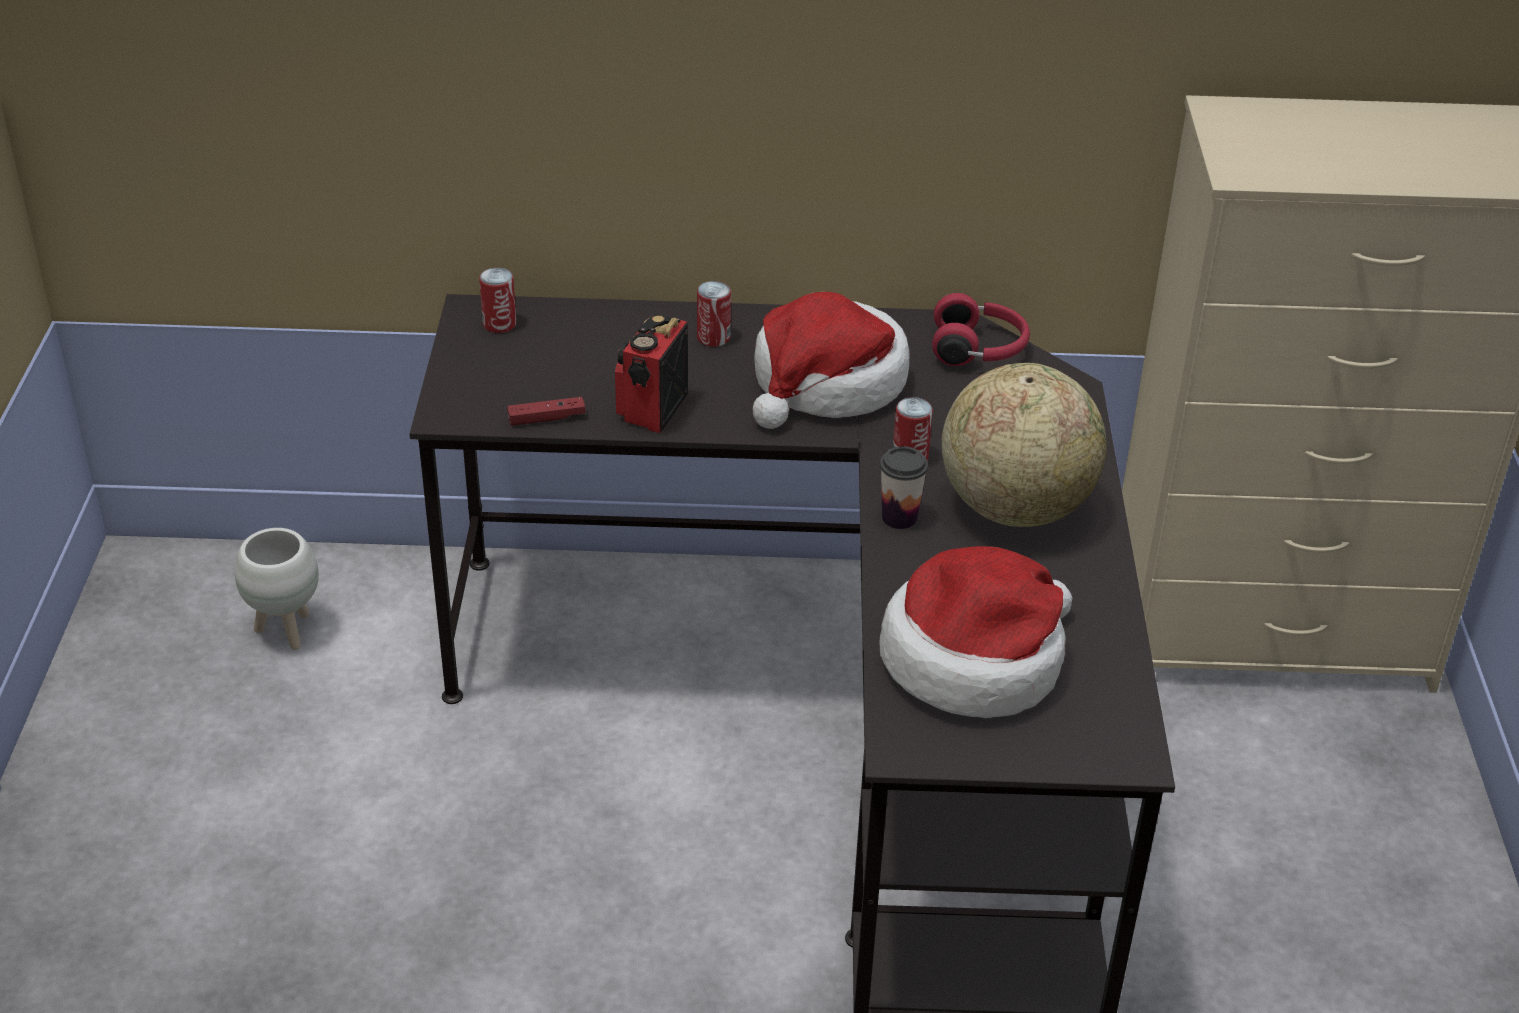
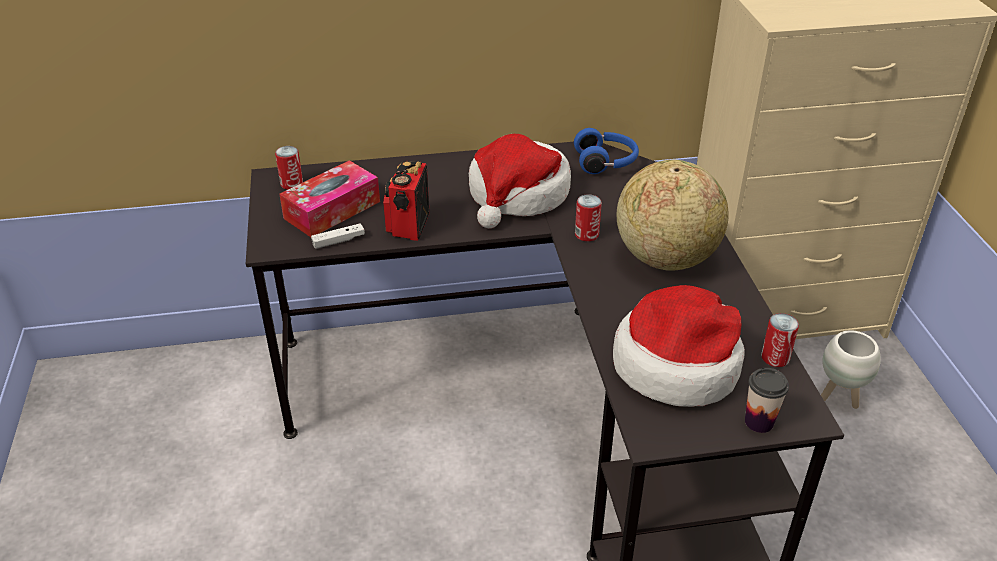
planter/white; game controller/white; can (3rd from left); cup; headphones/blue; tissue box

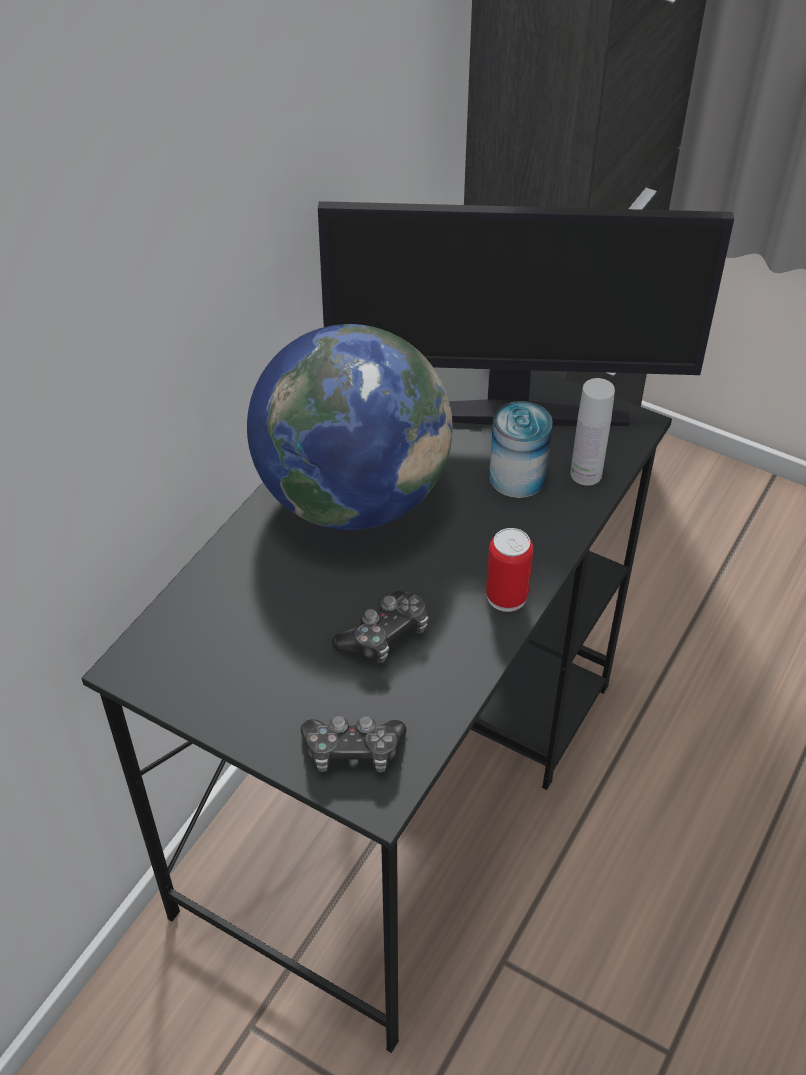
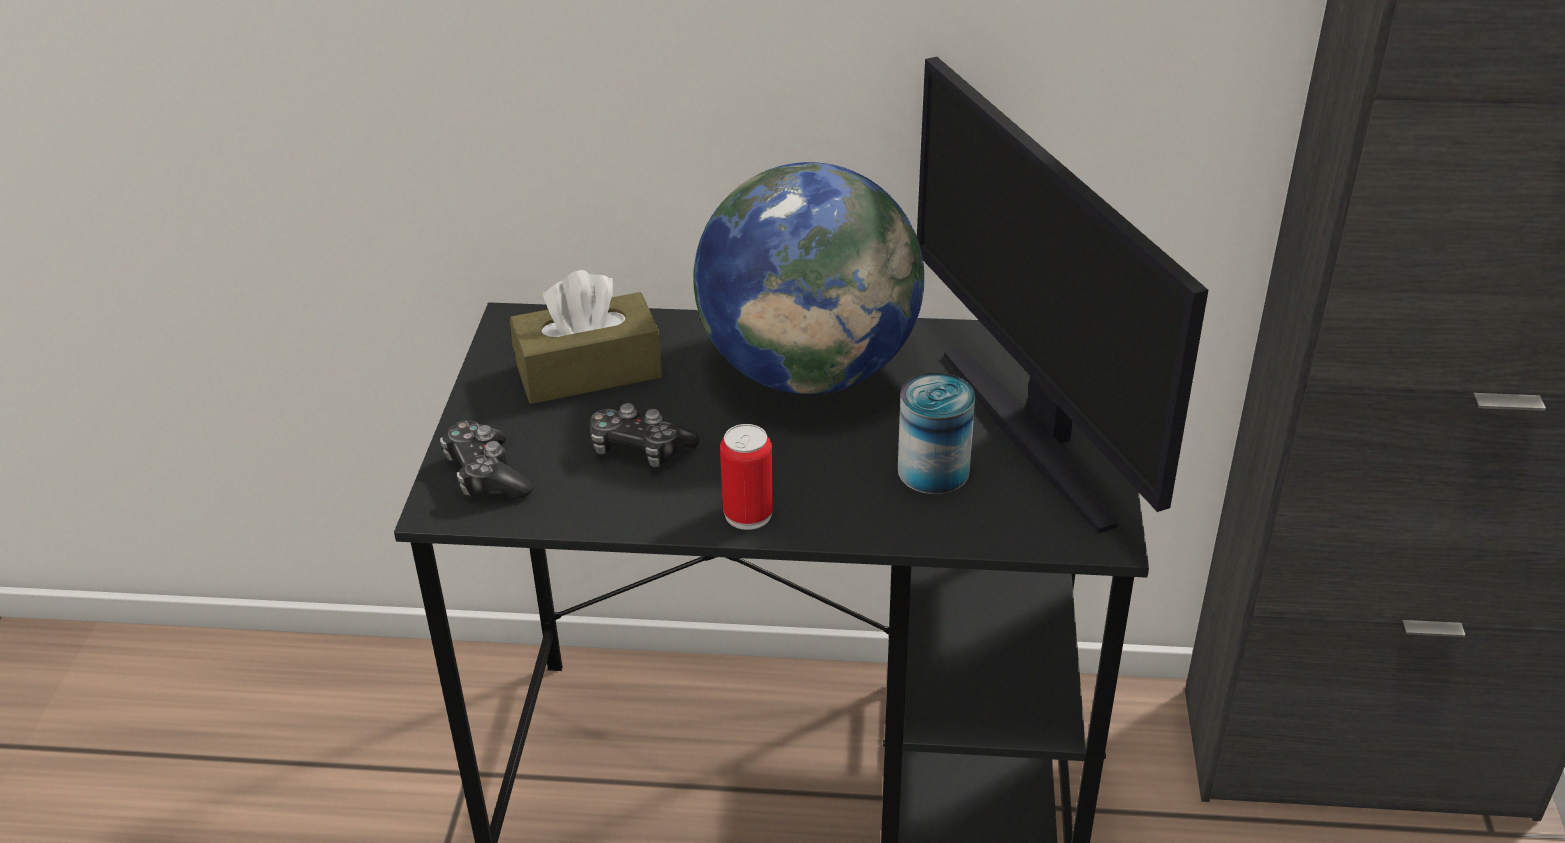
bottle/white; tissue box/brown

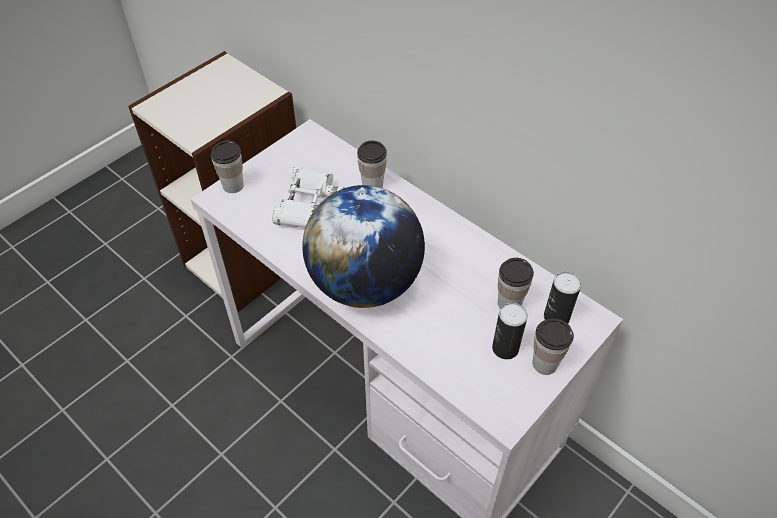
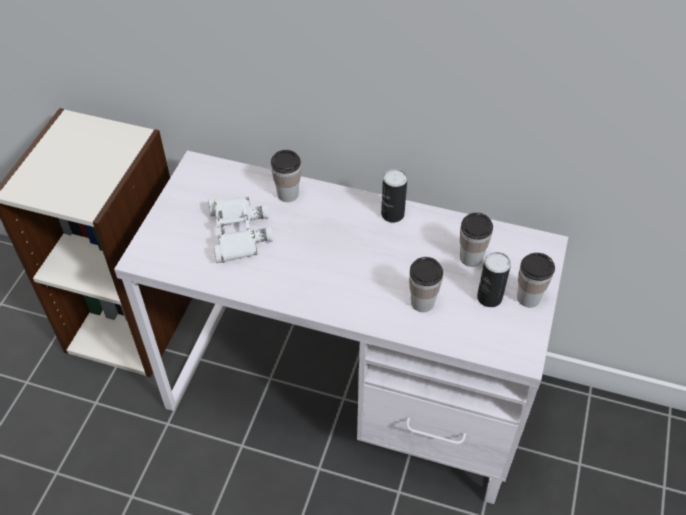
cup (2nd from left); globe; can (1st from left)

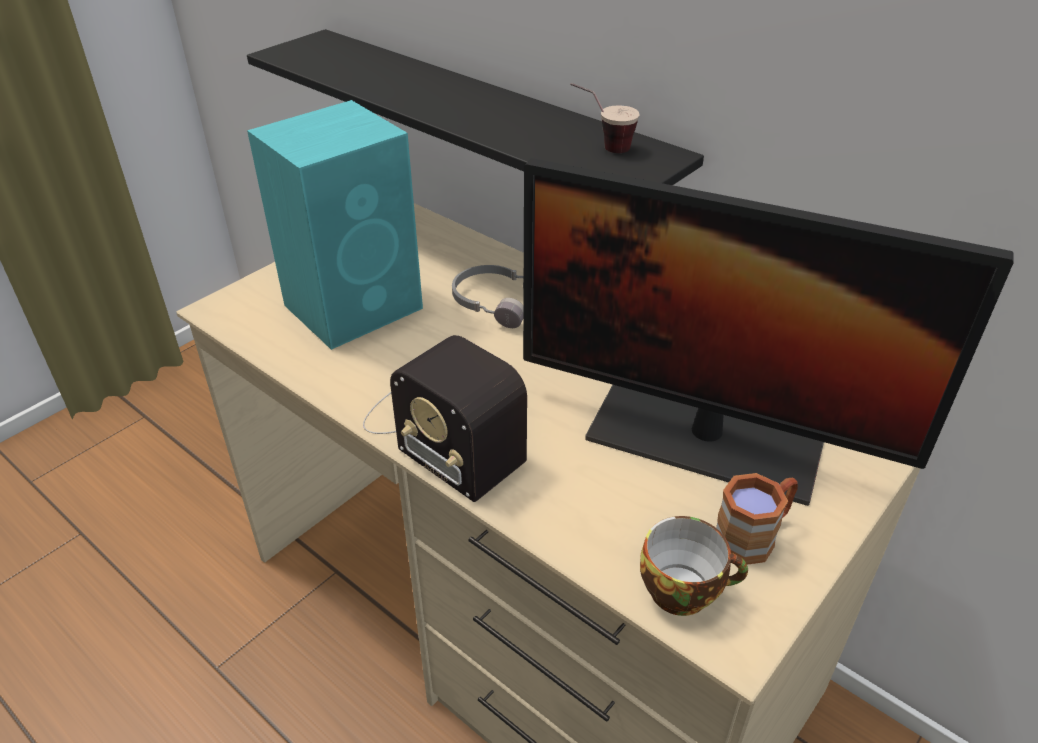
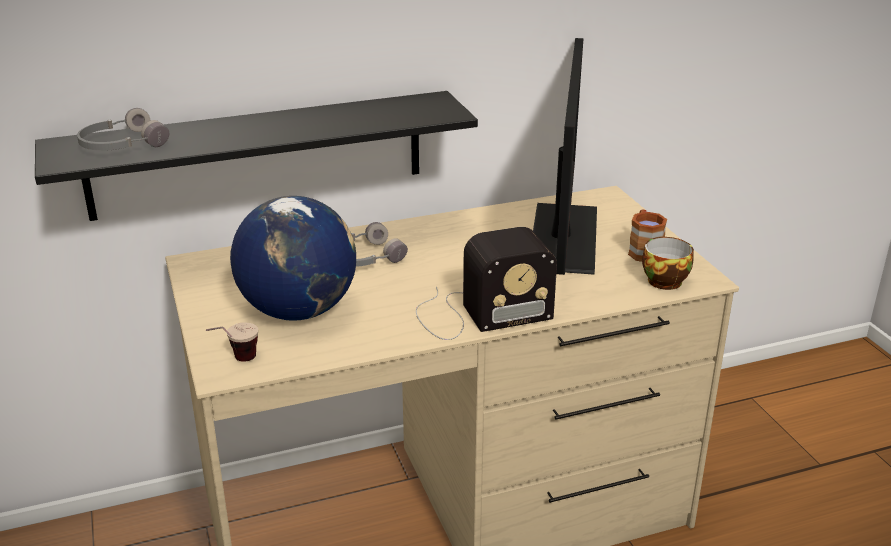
globe; monitor; cup (1st from left); headphones/grey (1st from left)

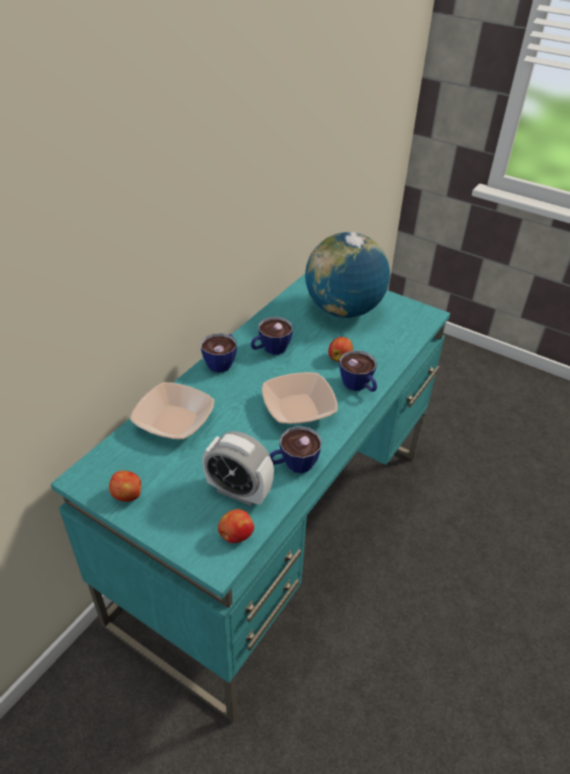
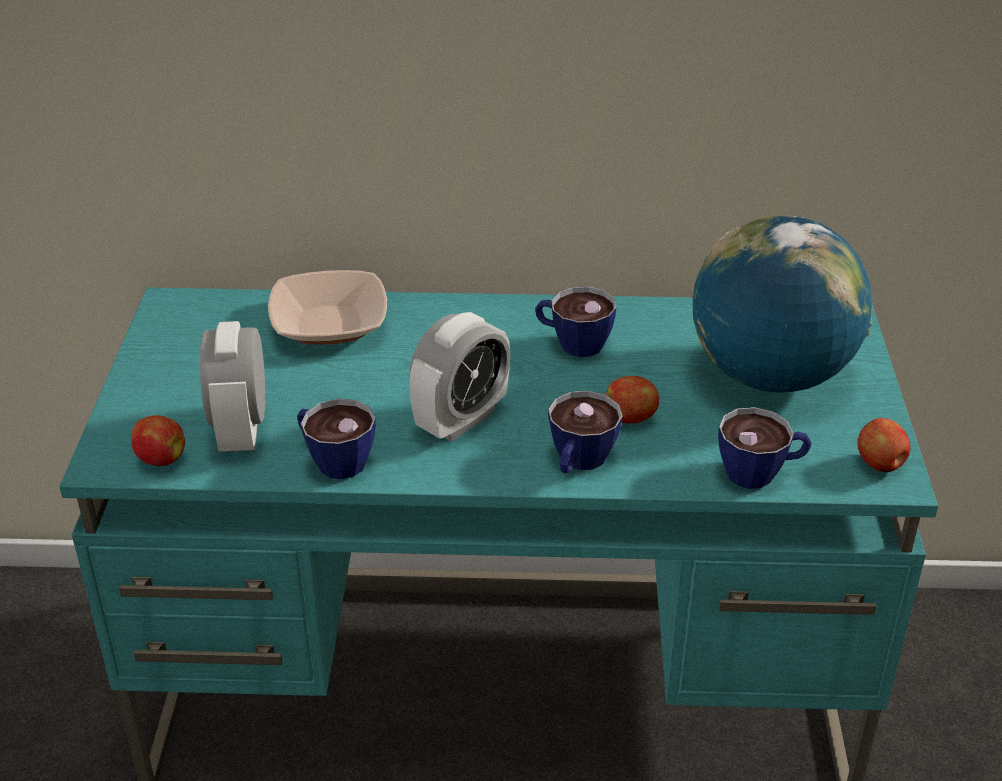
apple (3rd from left); cup (4th from left); alarm clock (2nd from left)

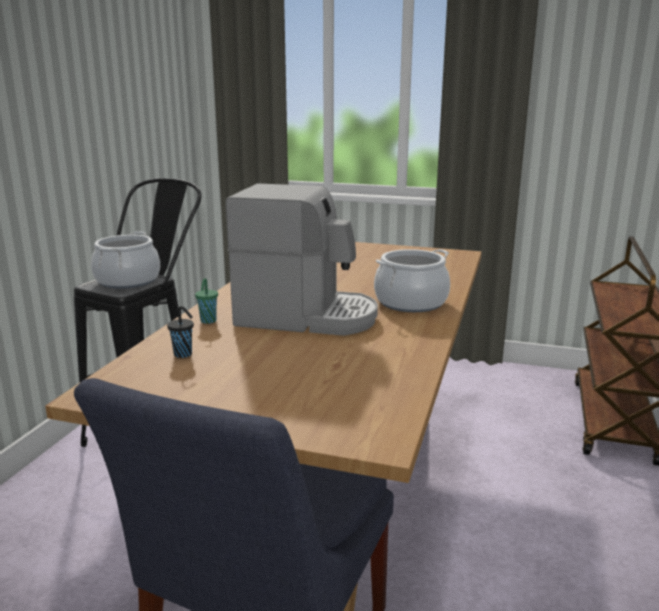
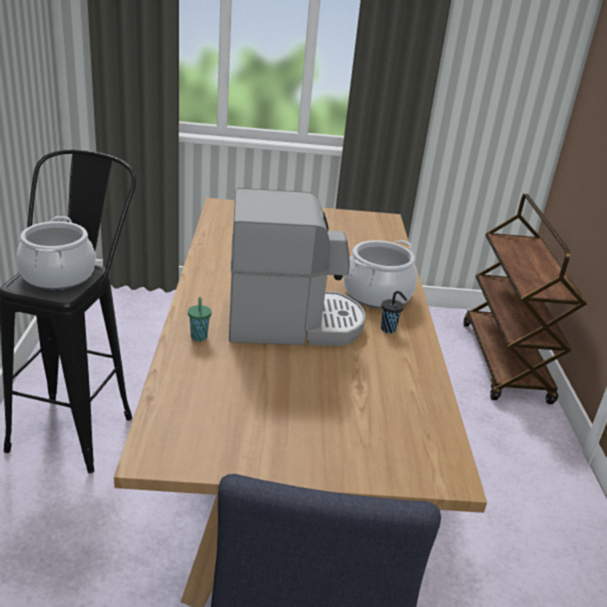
cup/black

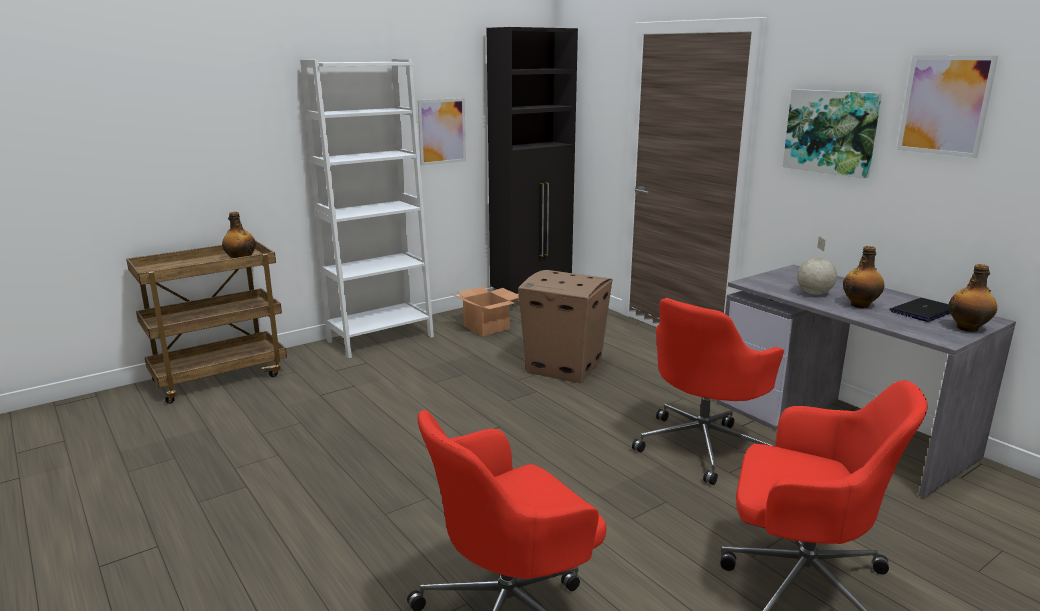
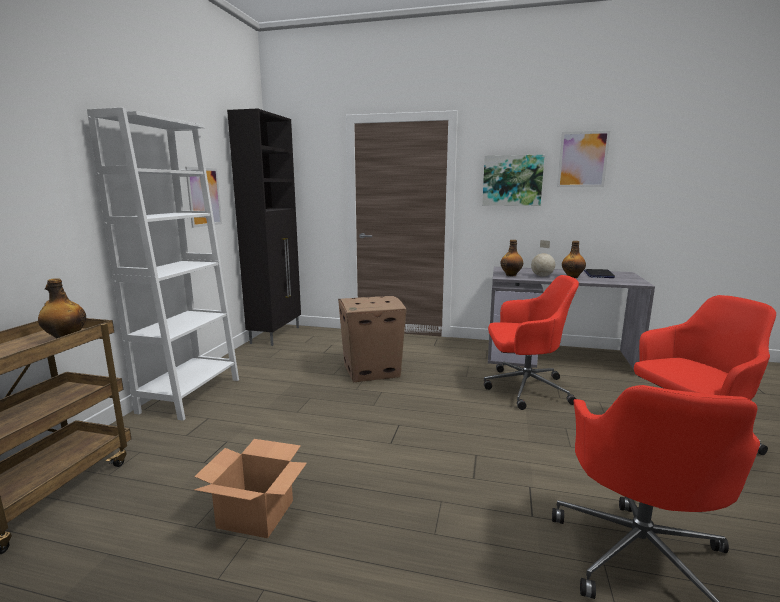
cardboard box (1st from left); office chair/red (1st from left); bottle (2nd from left)

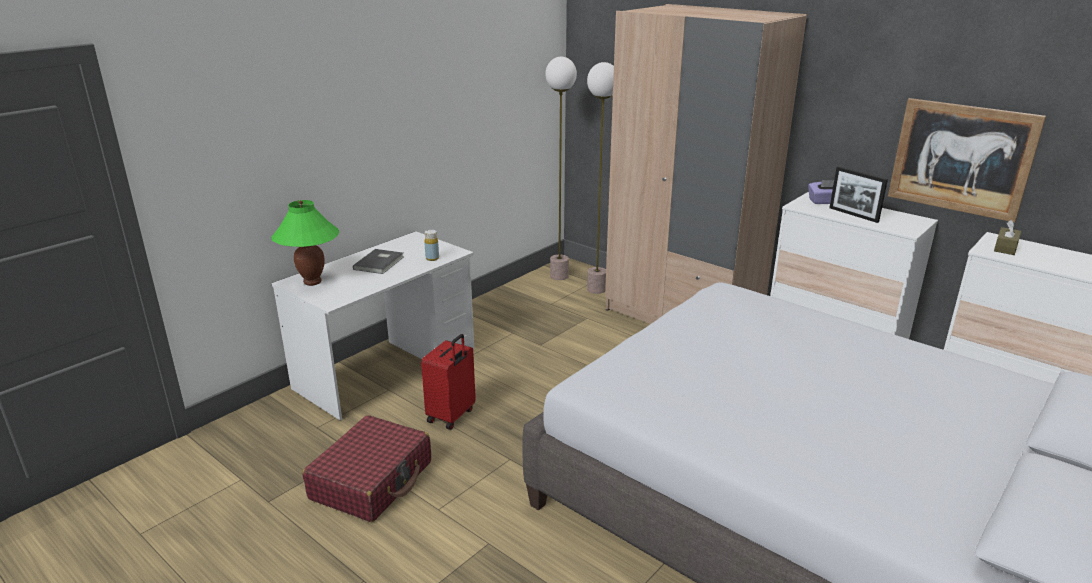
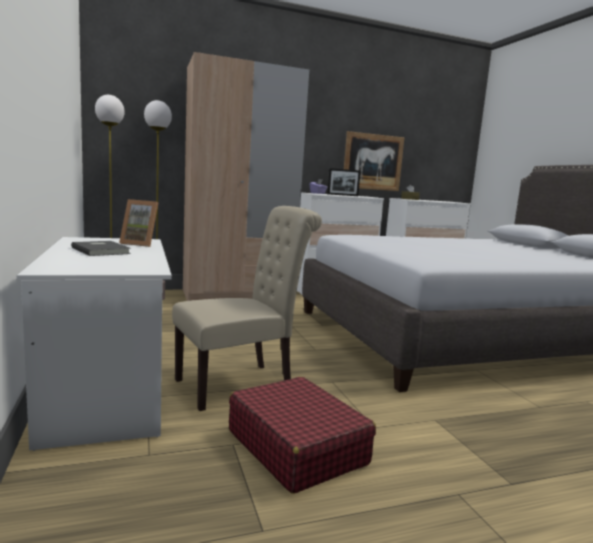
table lamp/green; chair/beige; picture frame (1st from left)

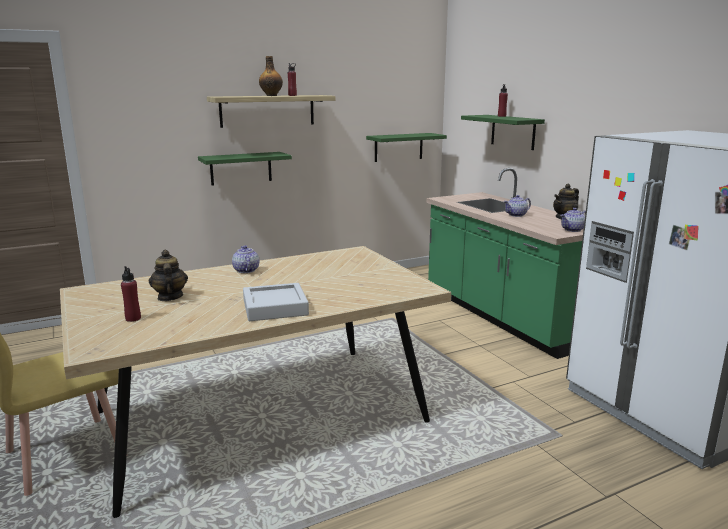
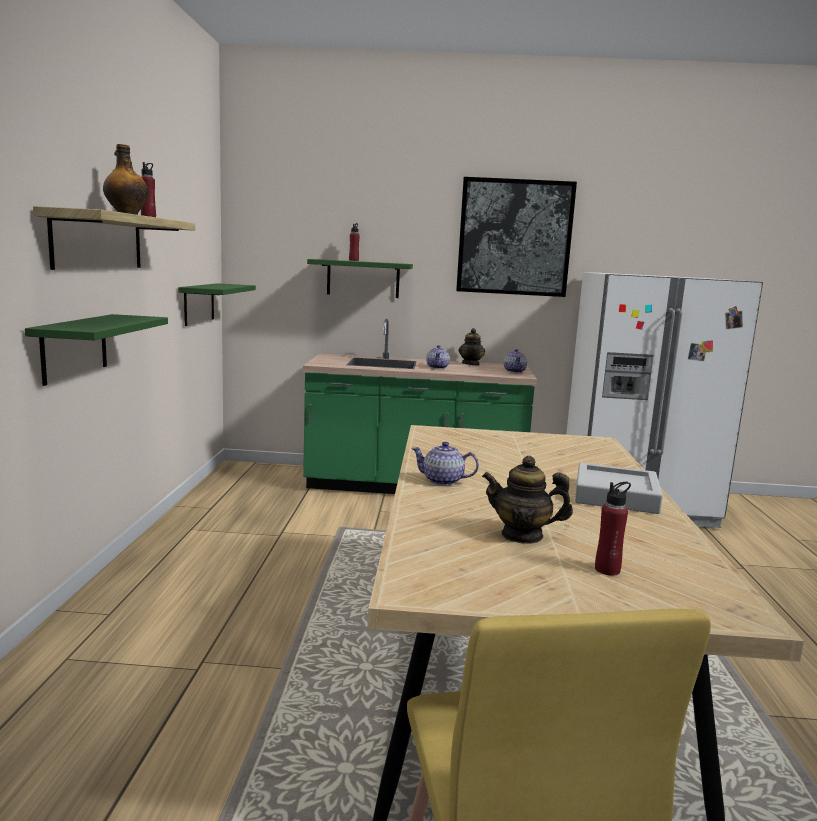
picture

